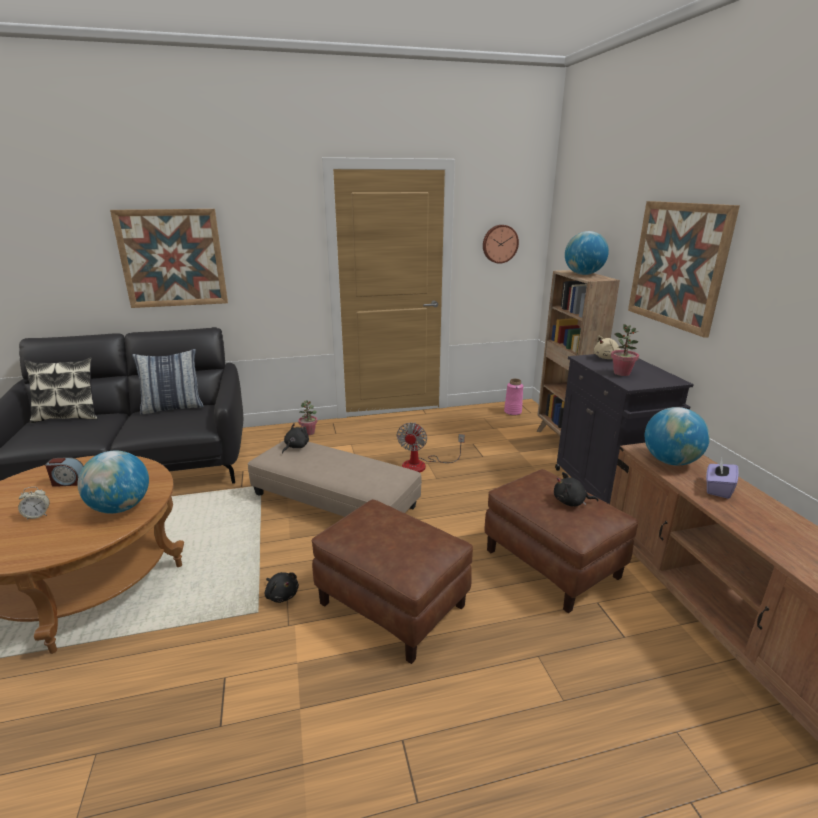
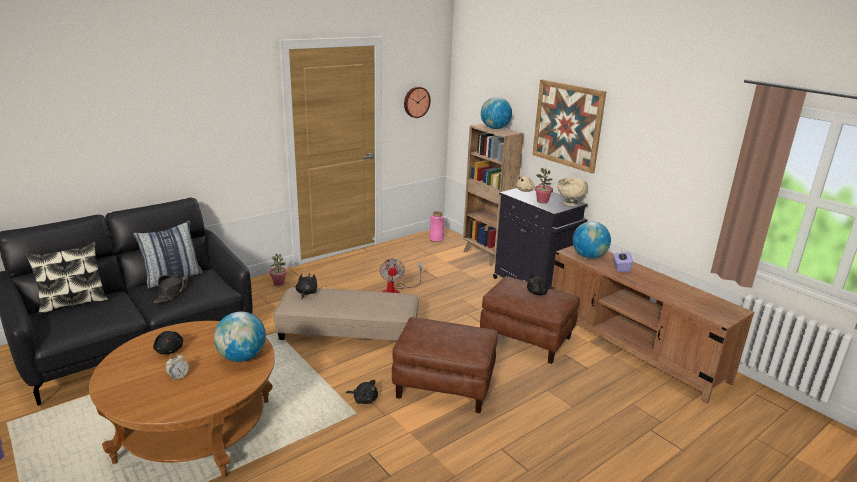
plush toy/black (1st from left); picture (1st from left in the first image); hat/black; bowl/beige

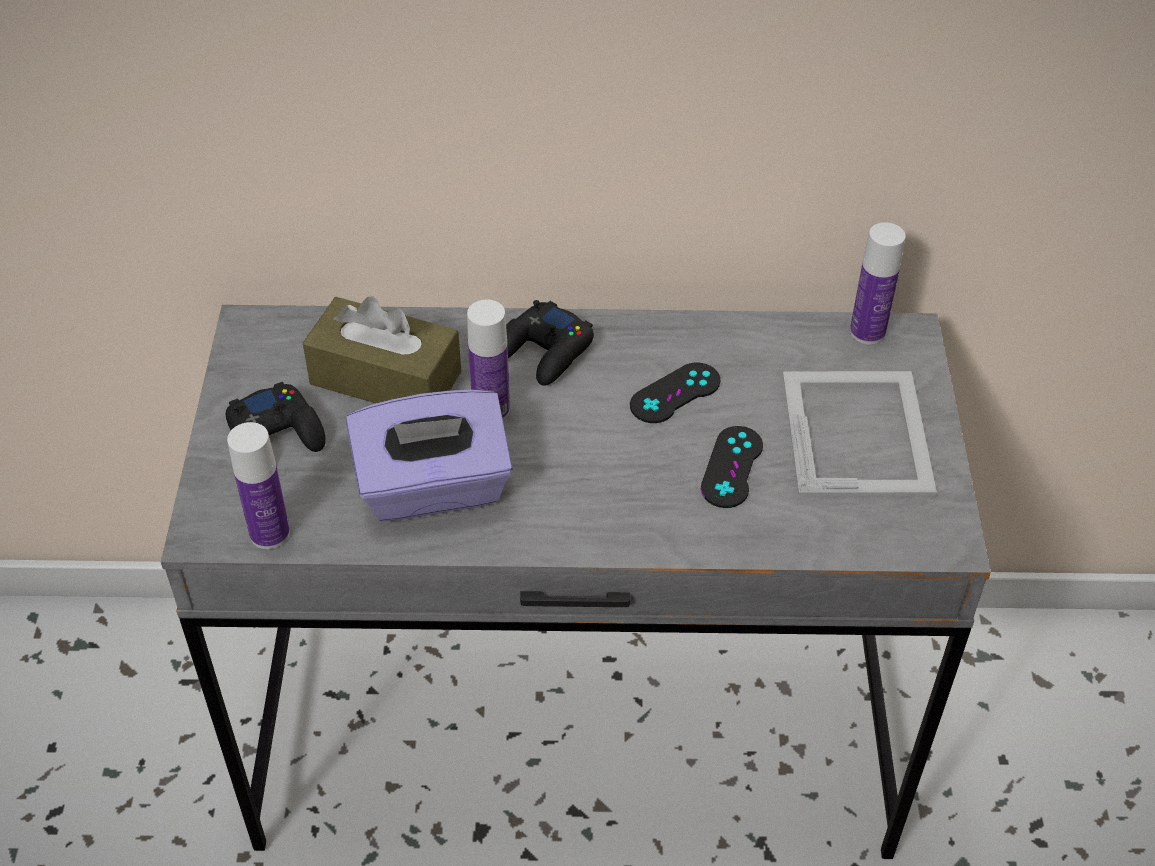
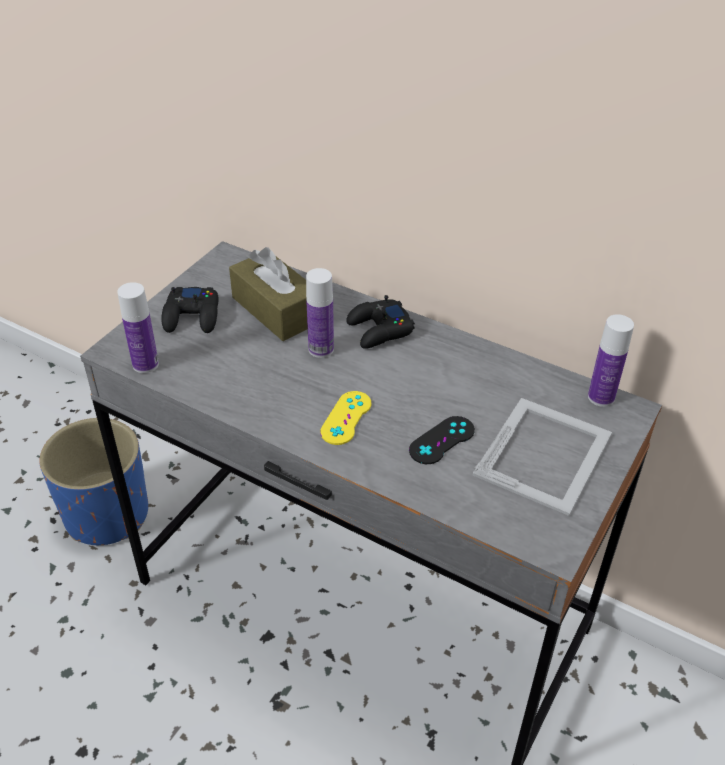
tissue box/purple; game controller/black (3rd from left in the first image); planter/blue; game controller/yellow

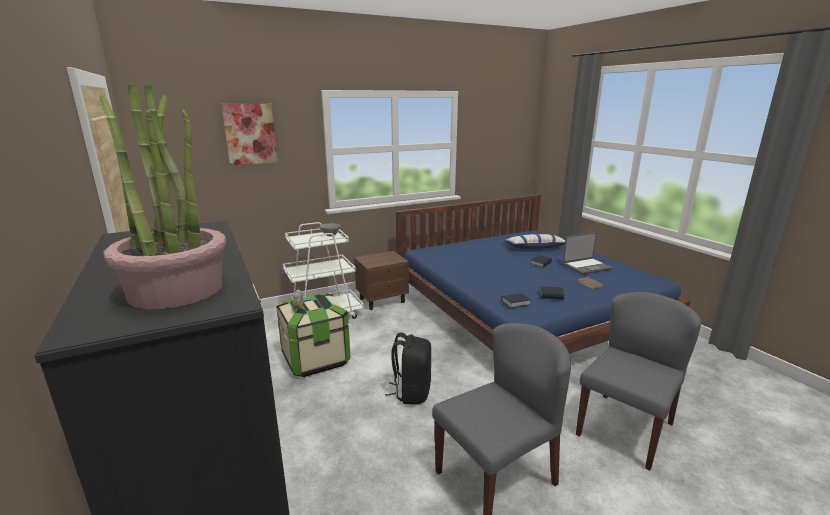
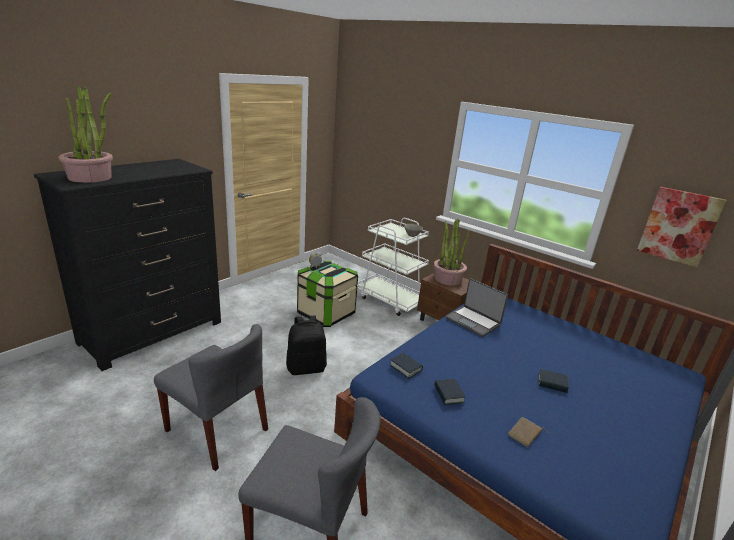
picture; pillow; laptop; potted plant (2nd from left)

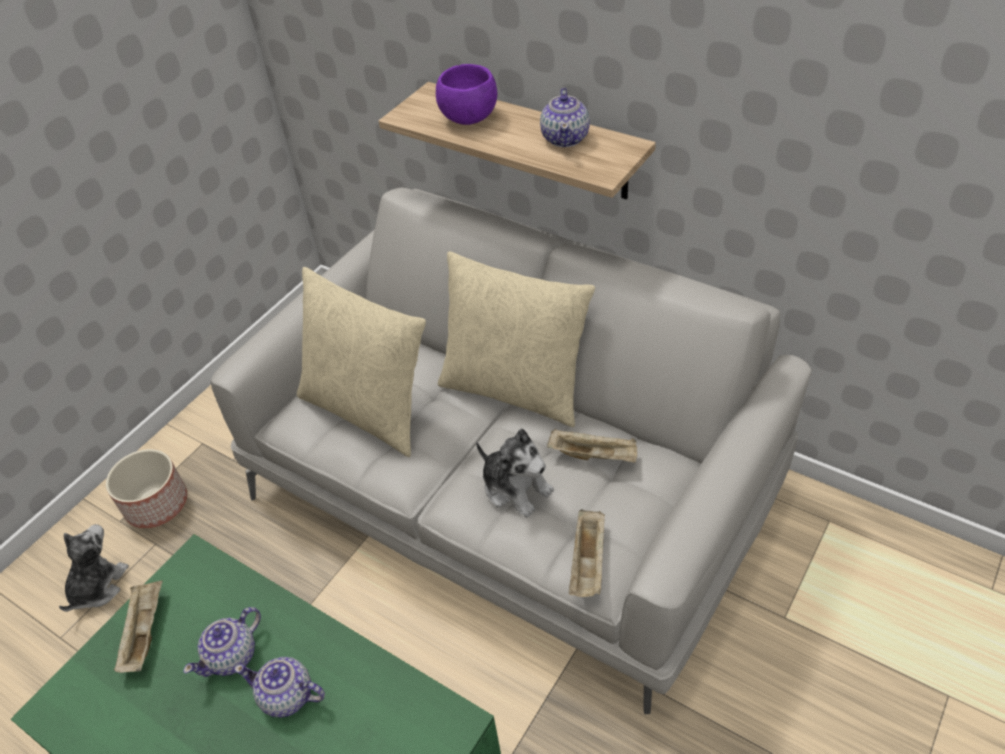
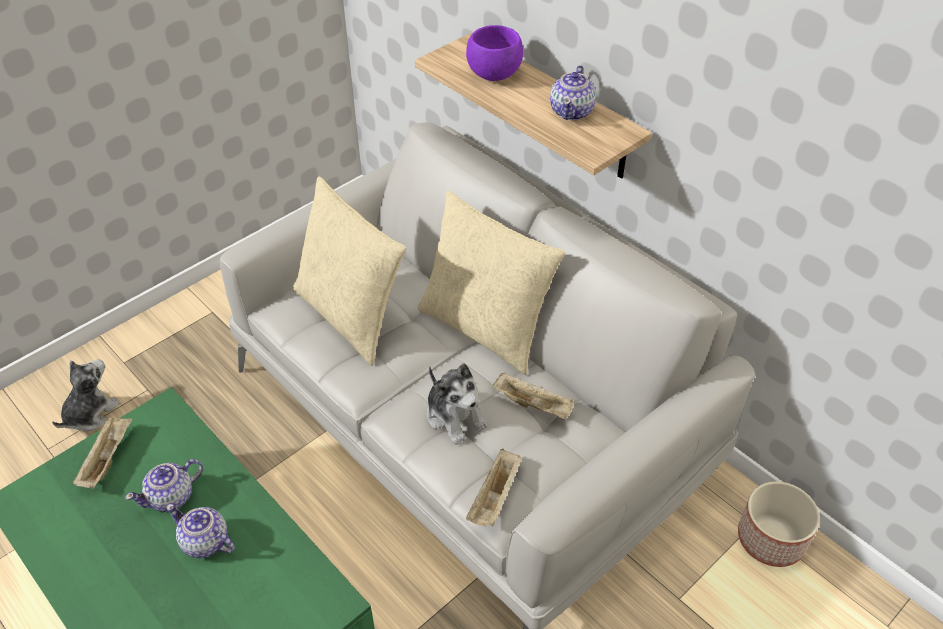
planter

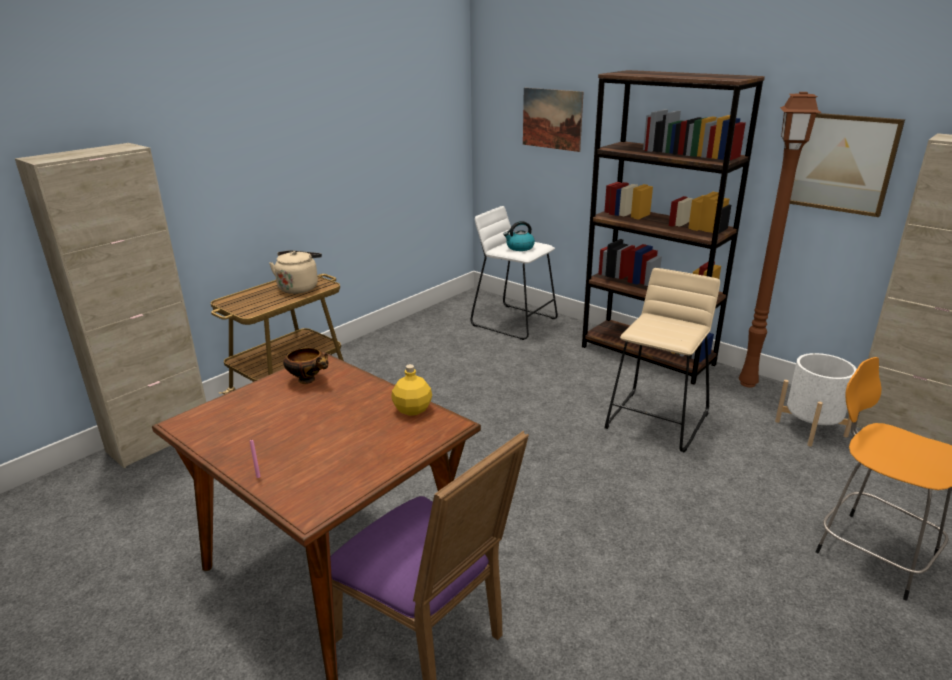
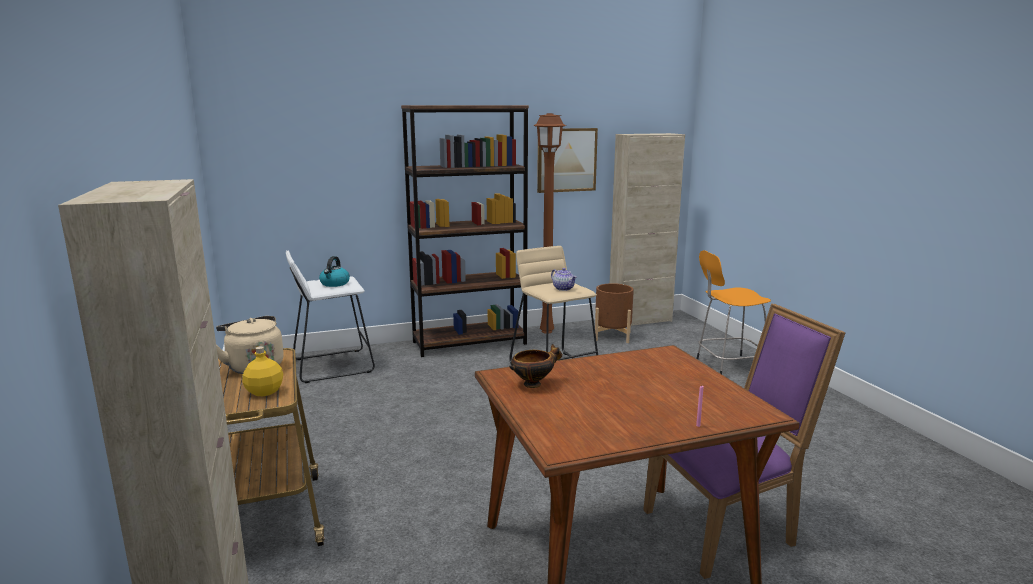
bottle/yellow; picture (1st from left in the first image); planter/brown; teapot

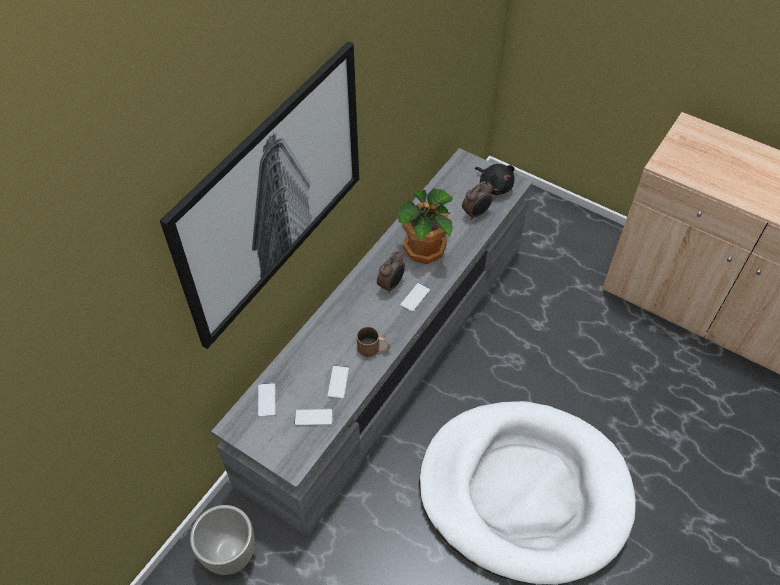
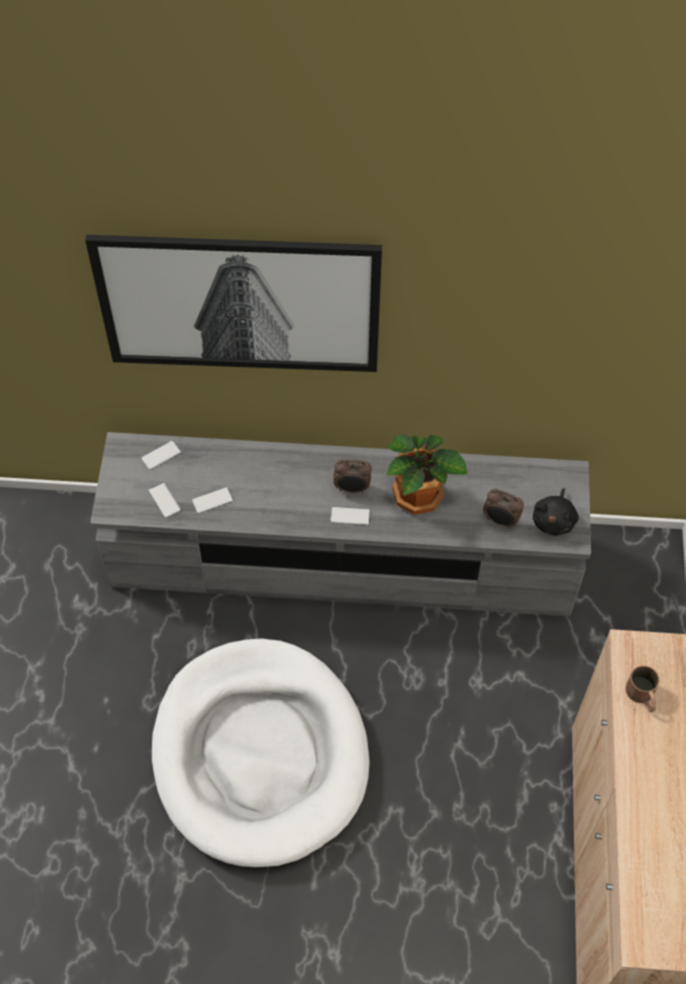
planter/grey; mug/brown

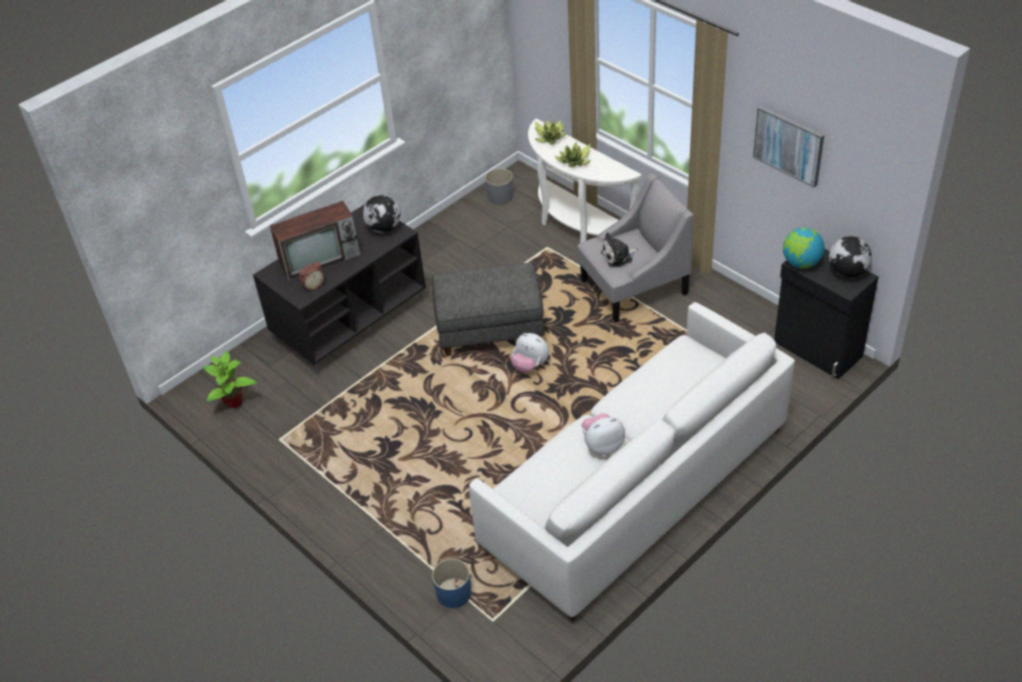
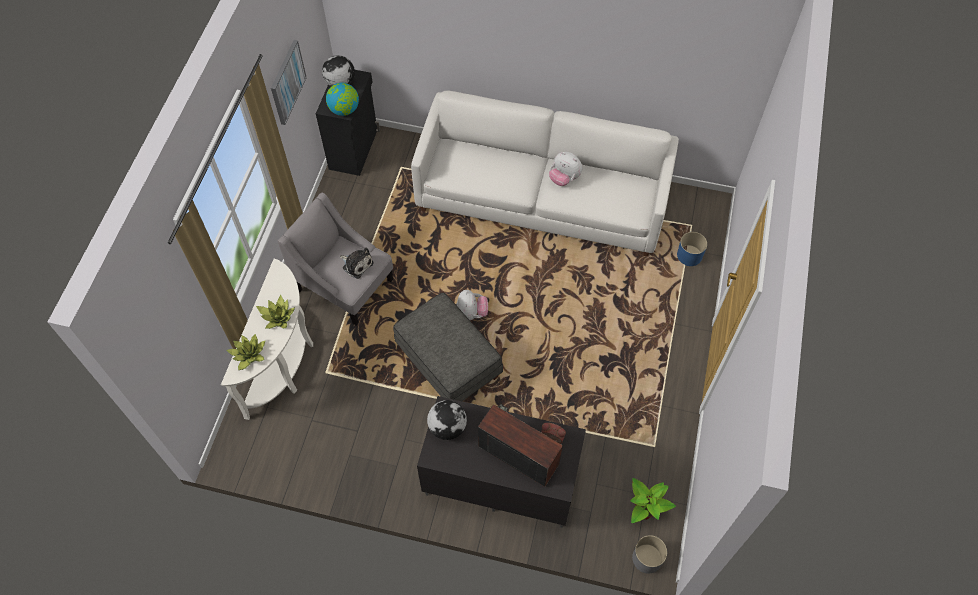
planter/grey

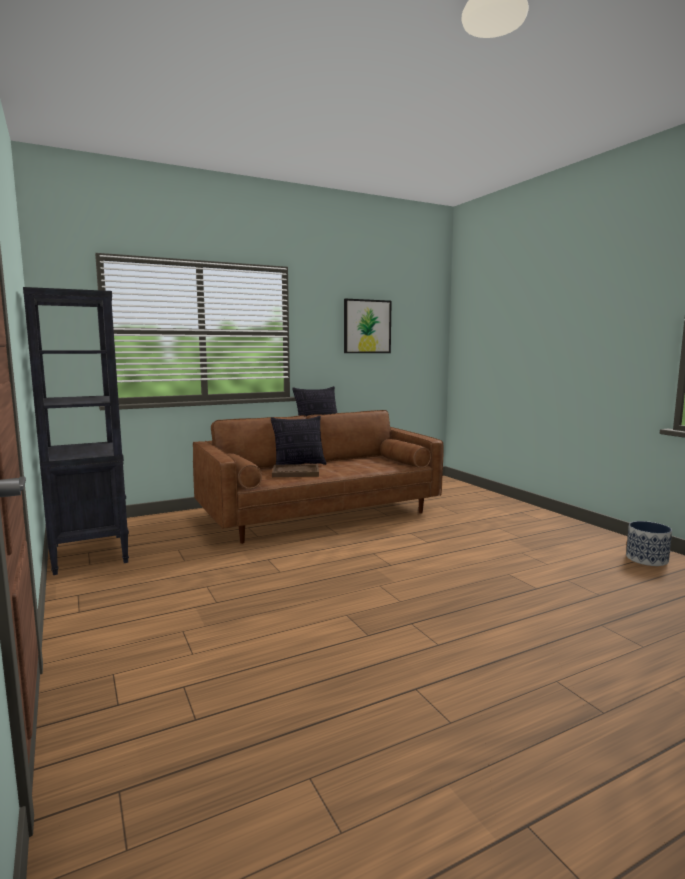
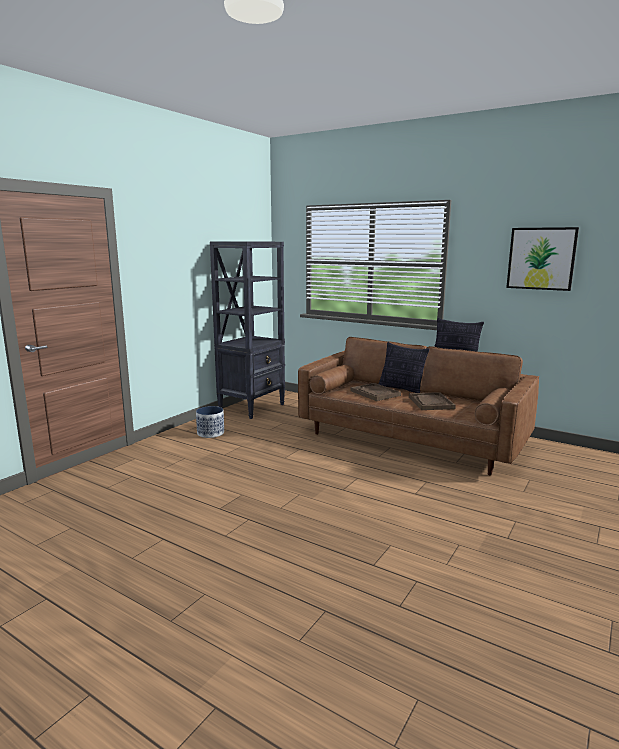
planter; tray/brown (2nd from left)

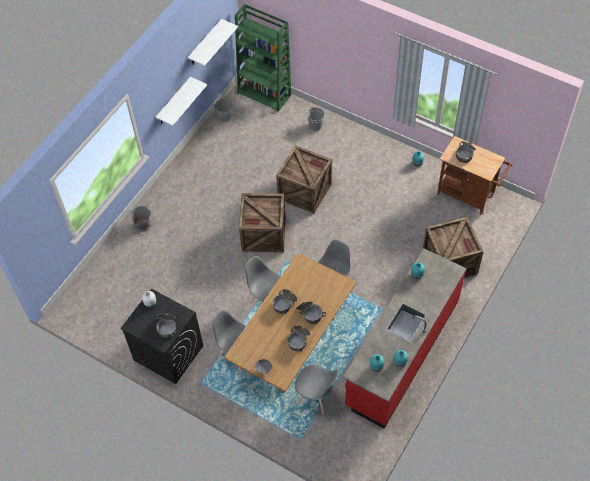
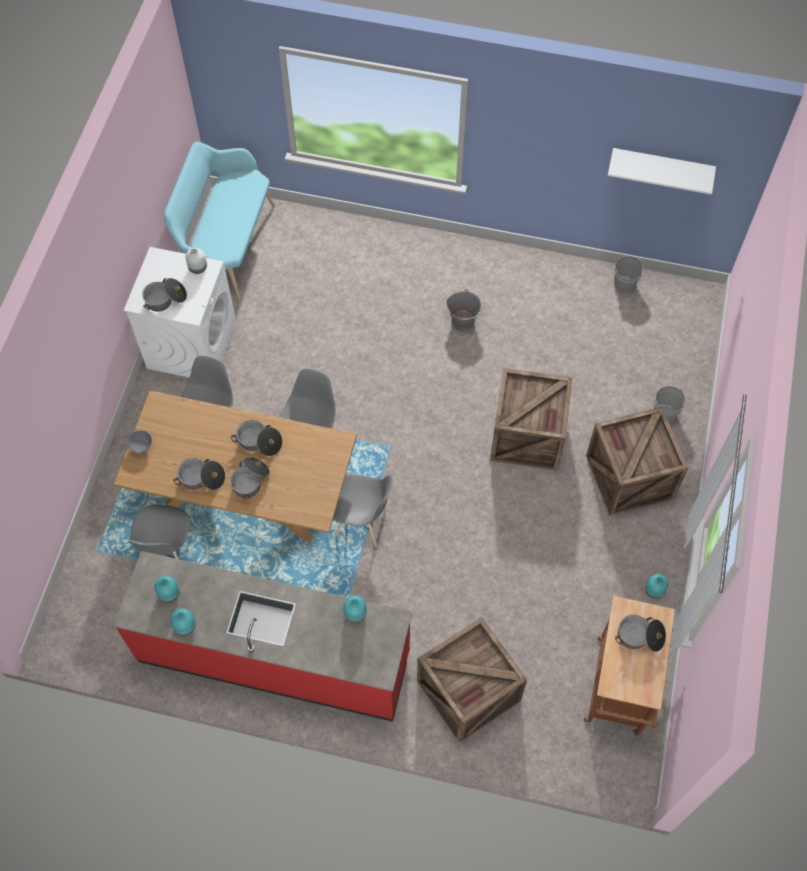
washing machine/white; bucket/grey (1st from left); shelf/white (1st from left in the first image); bookcase/green; crate (3rd from left); bench/turquoise

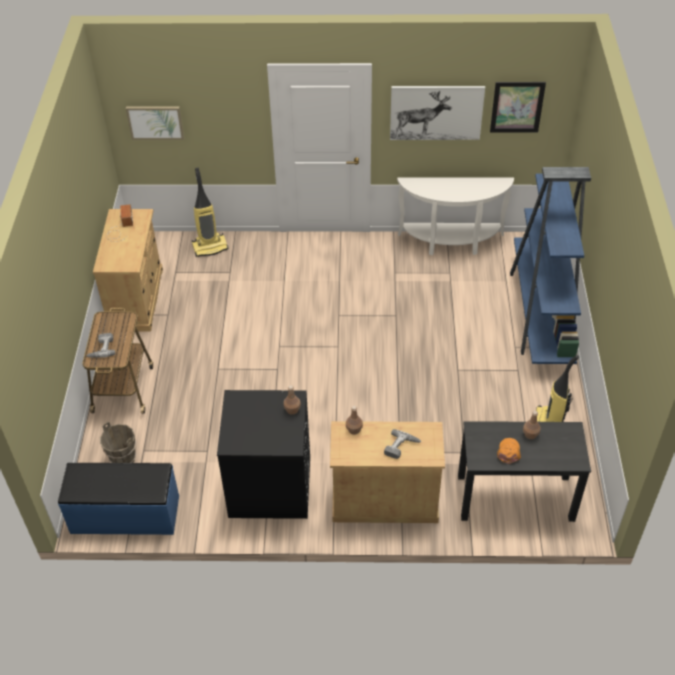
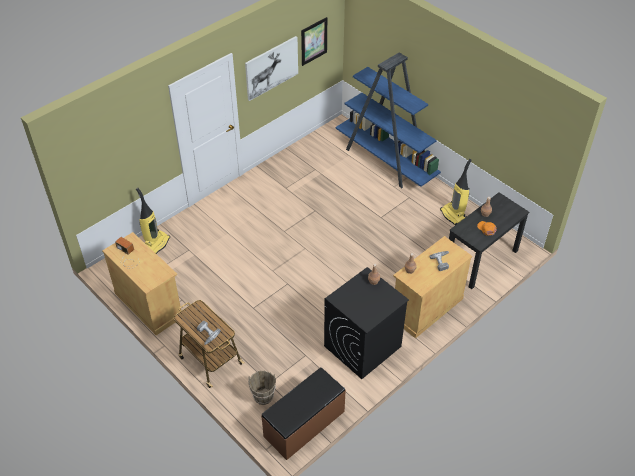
bench/brown; picture (1st from left in the first image); console table/white

